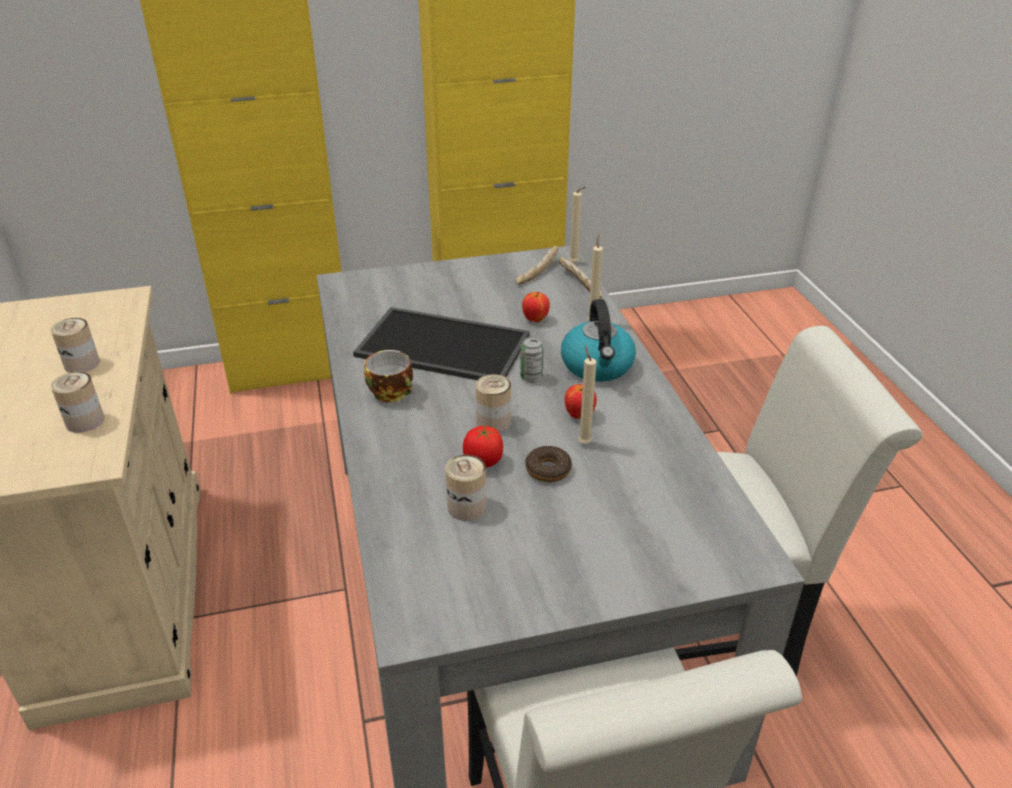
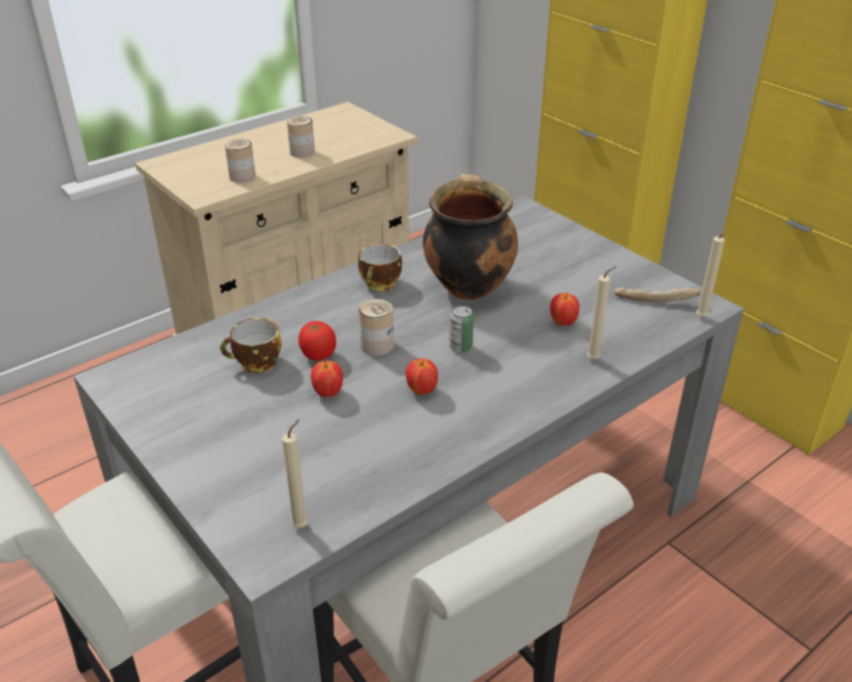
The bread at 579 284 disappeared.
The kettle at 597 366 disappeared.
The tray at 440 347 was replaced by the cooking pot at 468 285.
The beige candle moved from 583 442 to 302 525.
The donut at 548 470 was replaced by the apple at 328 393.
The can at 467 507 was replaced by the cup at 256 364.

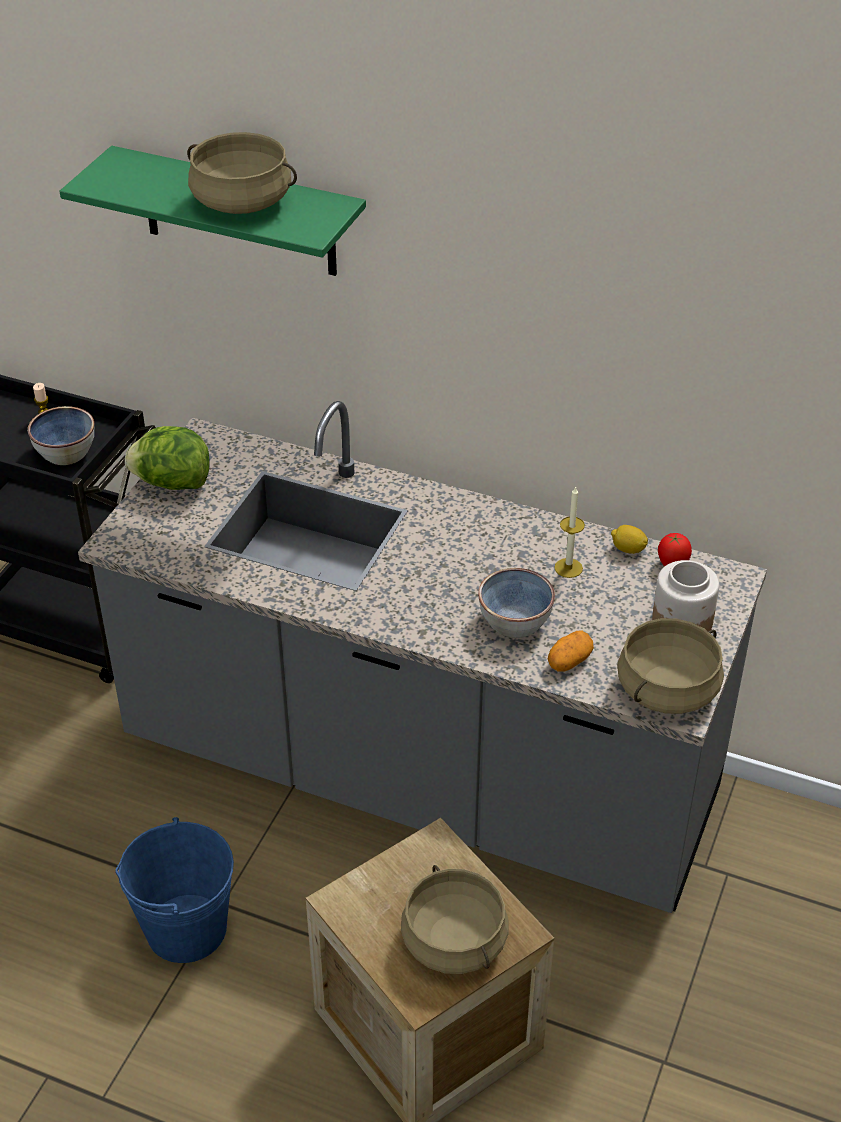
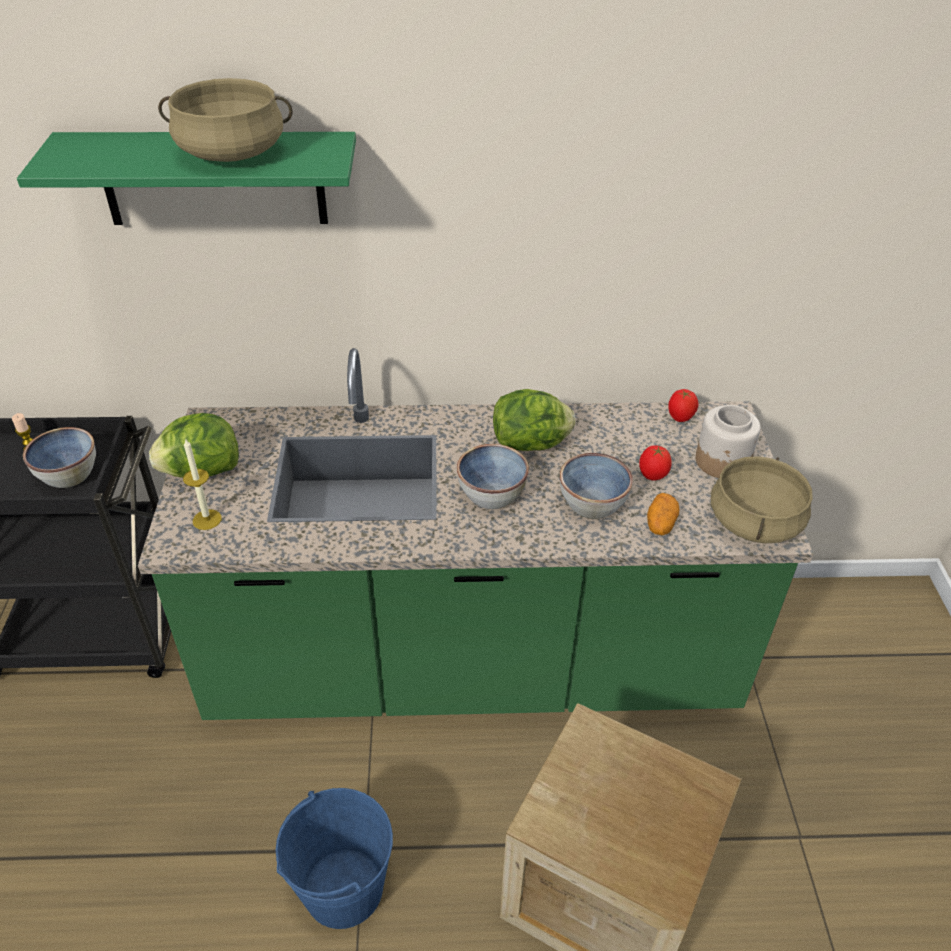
The grey counter at 420 773 became the green counter at 472 662.
The candle moved from 568 568 to 207 519.
The lemon at 628 549 disappeared.
The beige cooking pot at 455 941 disappeared.
The lettuce at 531 444 appeared.
The bowl at 491 494 appeared.
The tomato at 652 476 appeared.

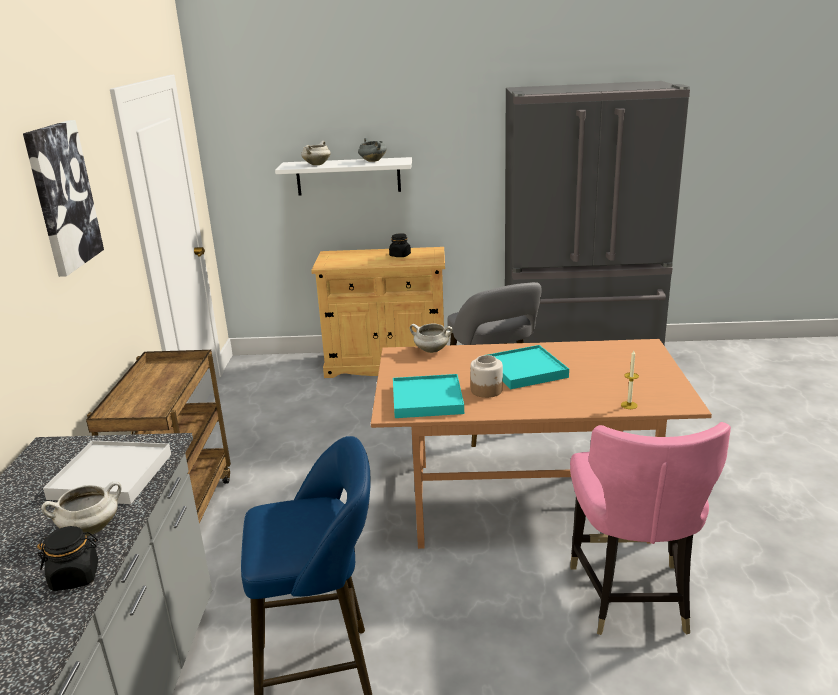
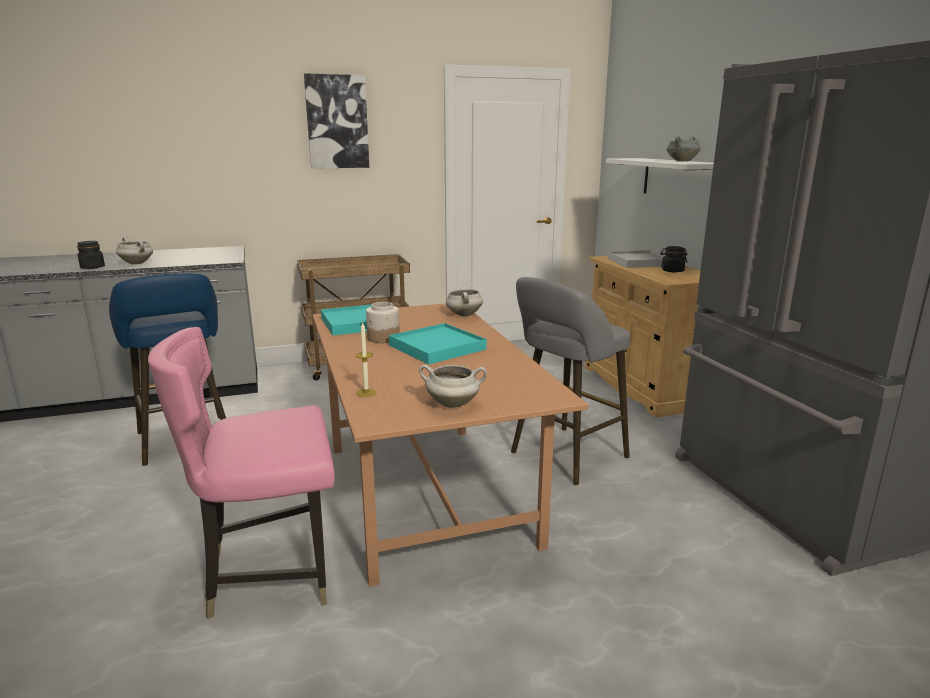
The white cooking pot moved from 317 164 to 453 404.
The white tray moved from 111 476 to 638 262.

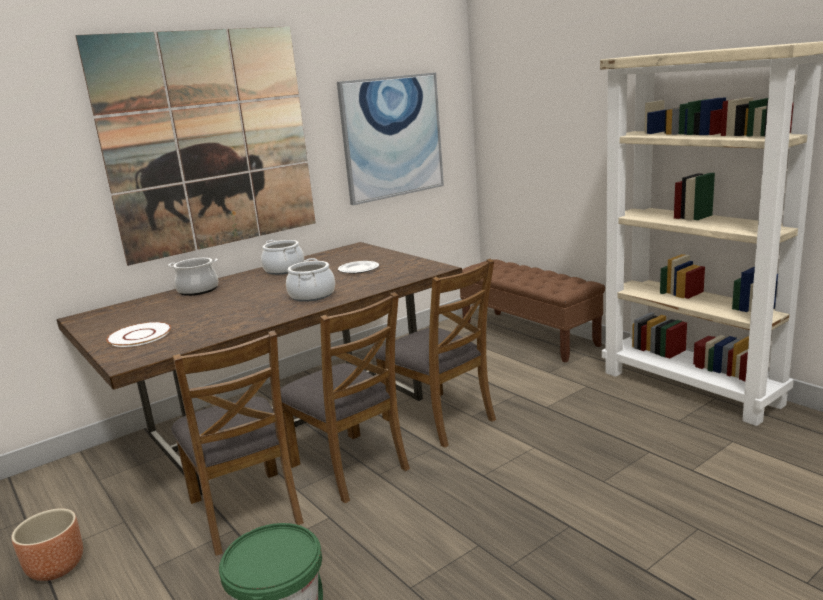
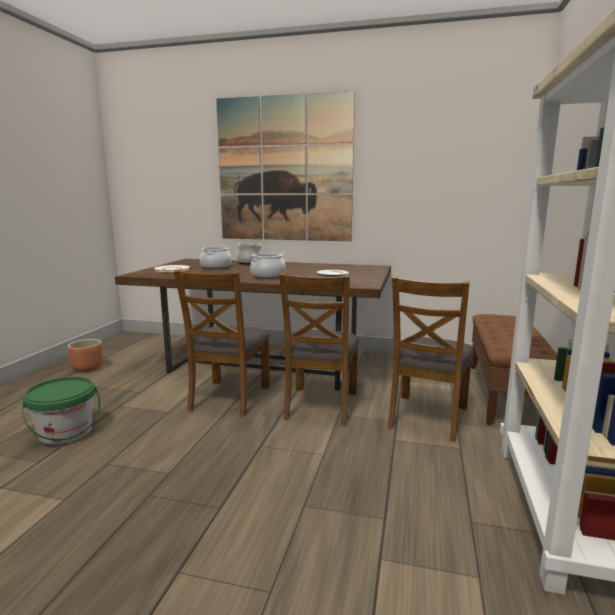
The picture at 392 137 disappeared.
The cooking pot moved from 284 270 to 216 267.
The brown chair moved from 246 510 to 427 417.

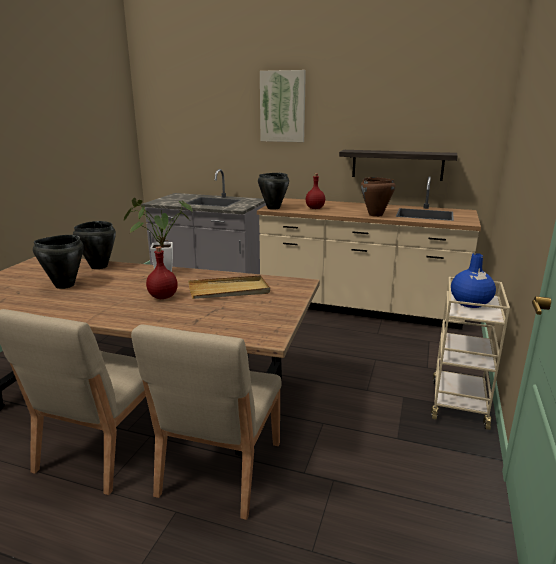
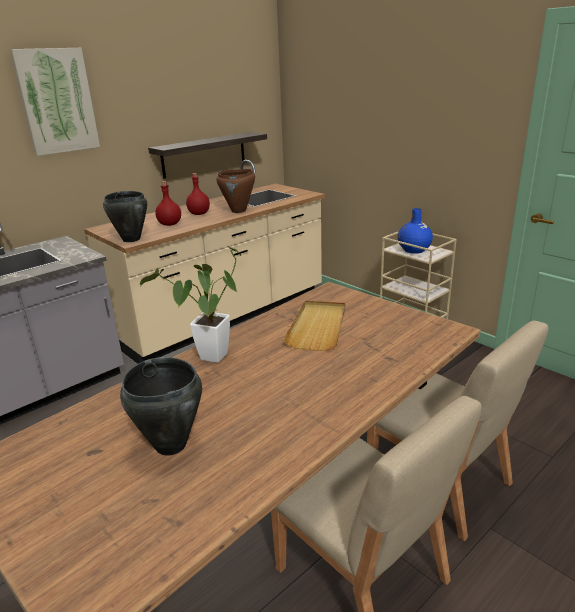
The black cooking pot at 98 266 disappeared.
The red bottle moved from 163 296 to 198 214.

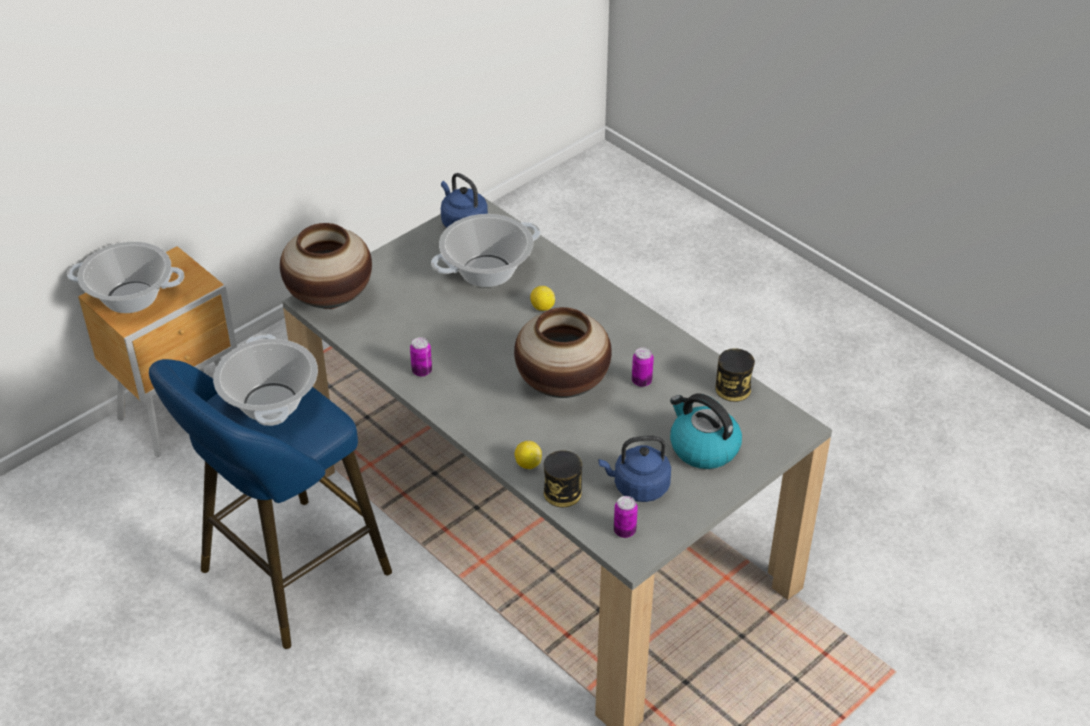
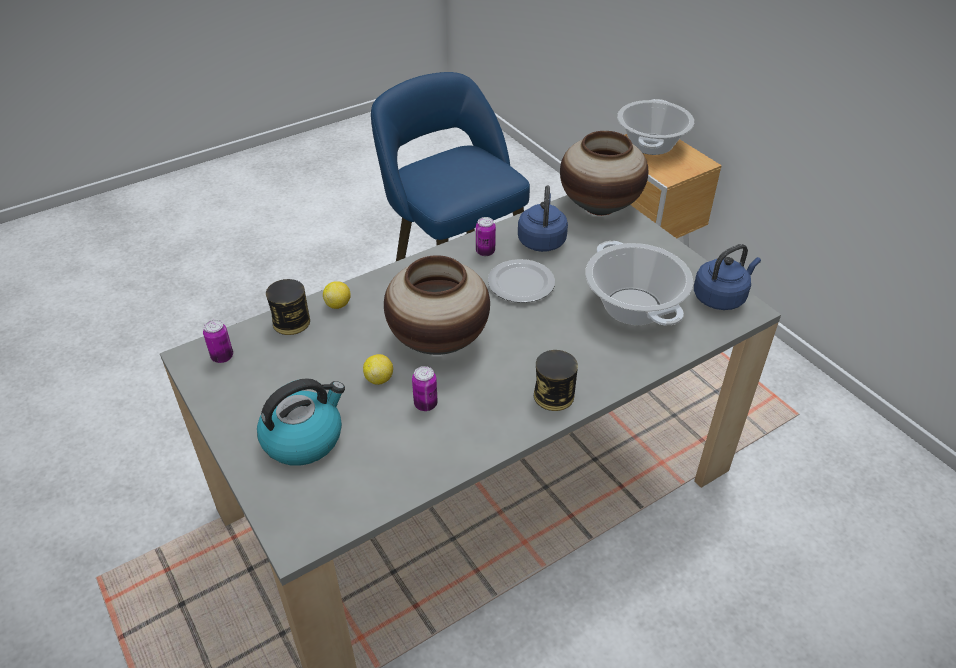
The lemon moved from 542 307 to 379 379.
The cooking pot at 270 402 disappeared.
The can moved from 733 389 to 554 395.
The blue kettle moved from 638 487 to 542 240.
The plate at 520 284 appeared.

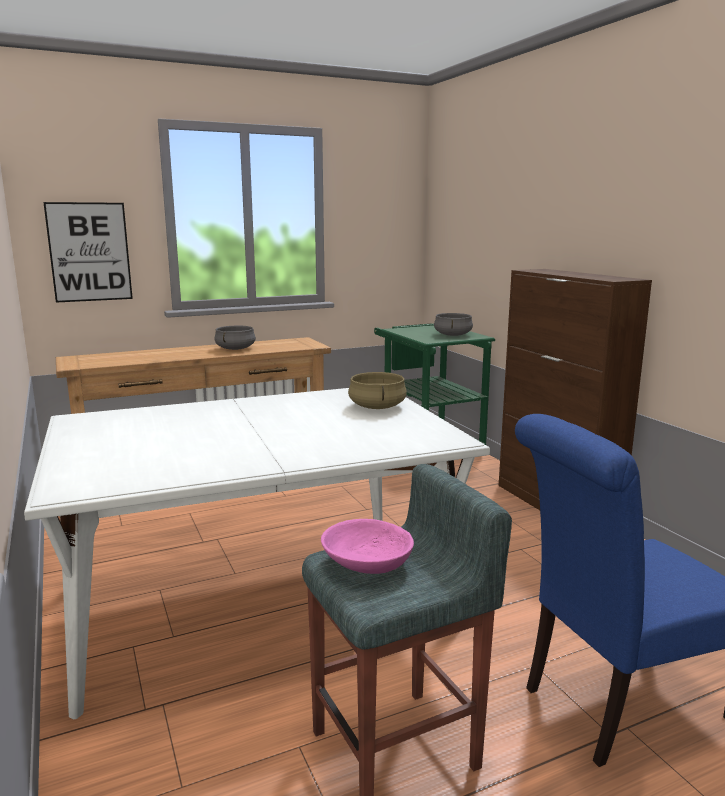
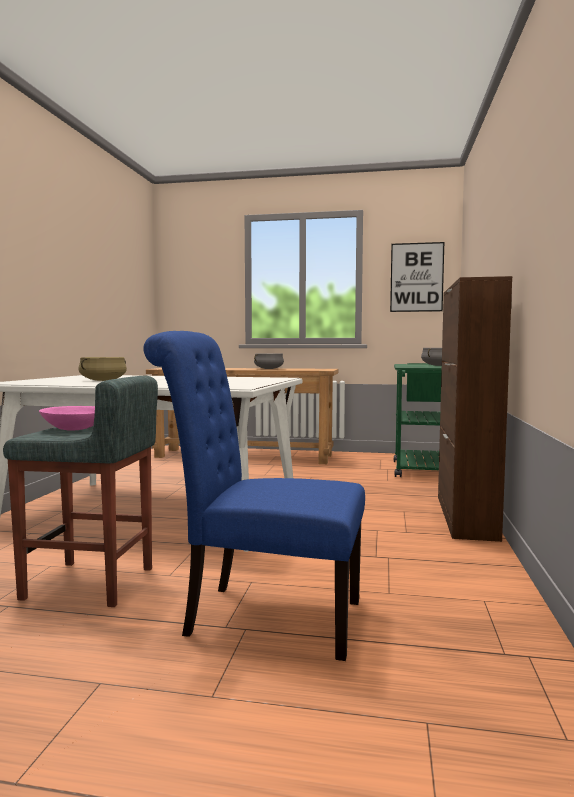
The picture moved from 89 252 to 416 277.
The beige cooking pot moved from 377 407 to 103 380.

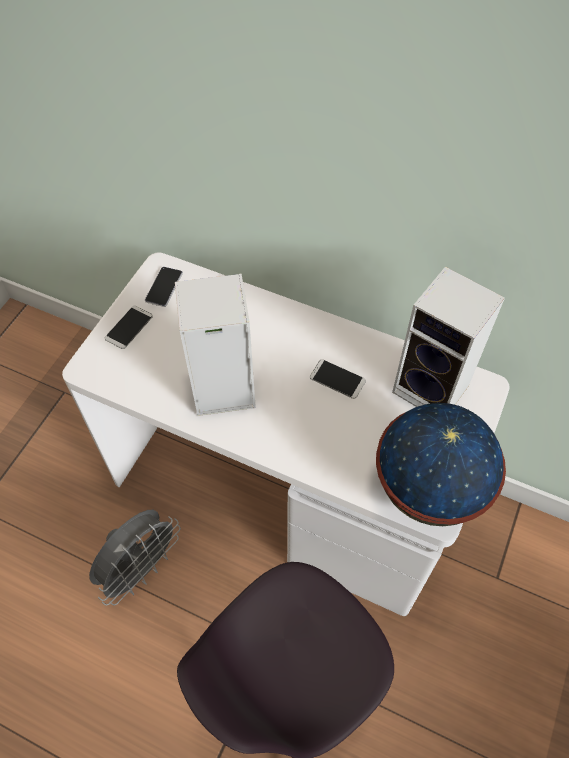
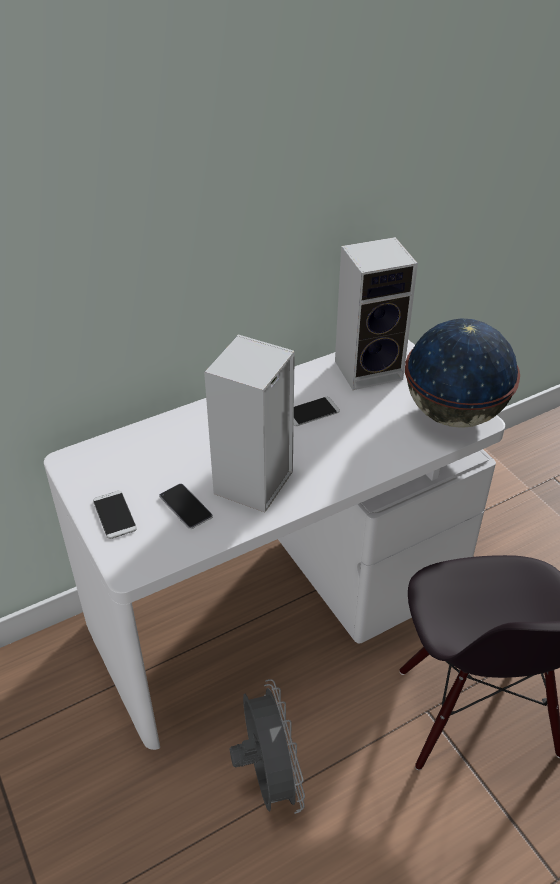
The phone moved from 164 287 to 185 507.

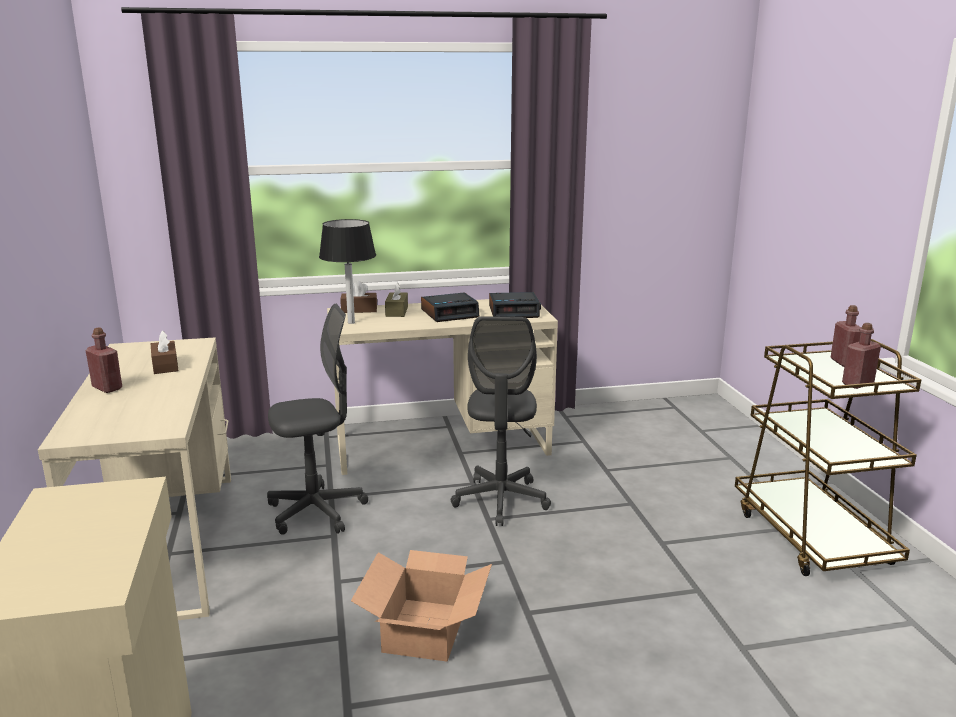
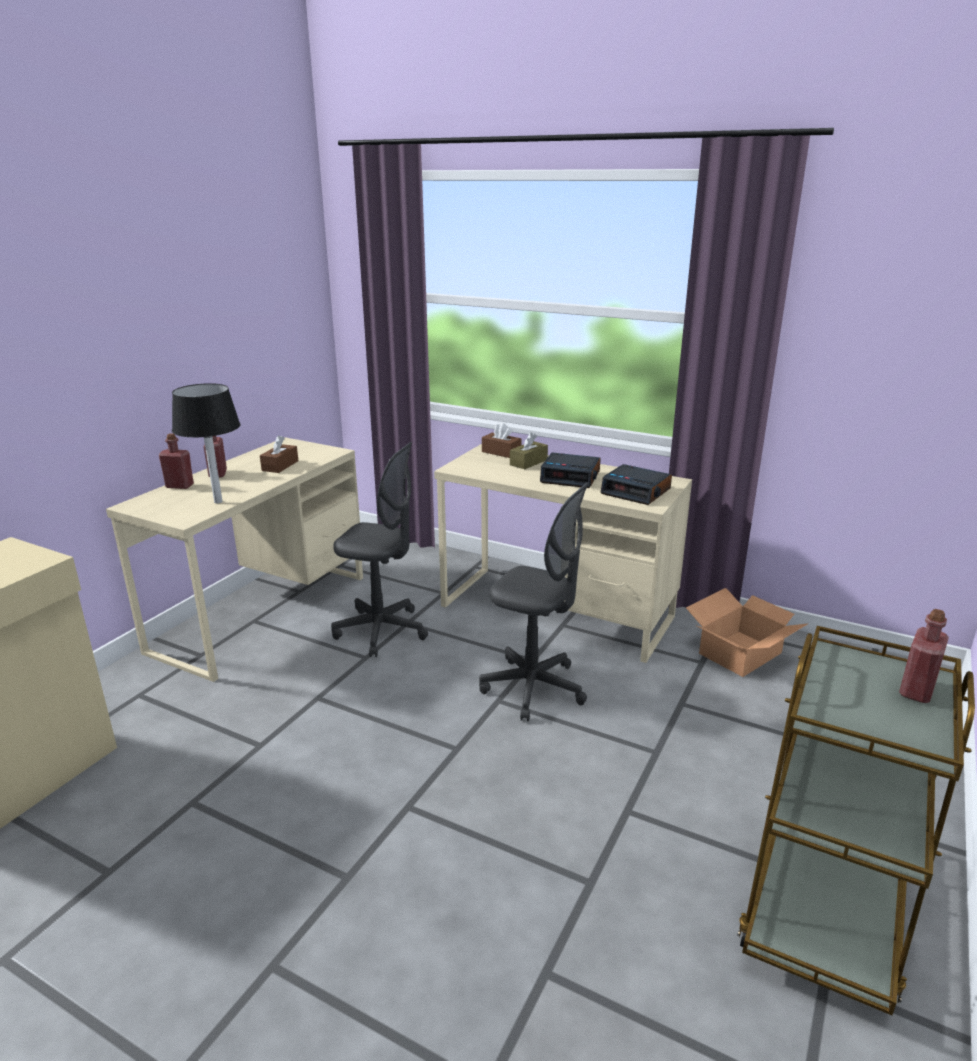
The black table lamp moved from 351 322 to 218 501.
The grey office chair at 501 500 turned 105 degrees counterclockwise.
The red bottle moved from 857 384 to 179 486.
The cardboard box moved from 426 629 to 741 653.

